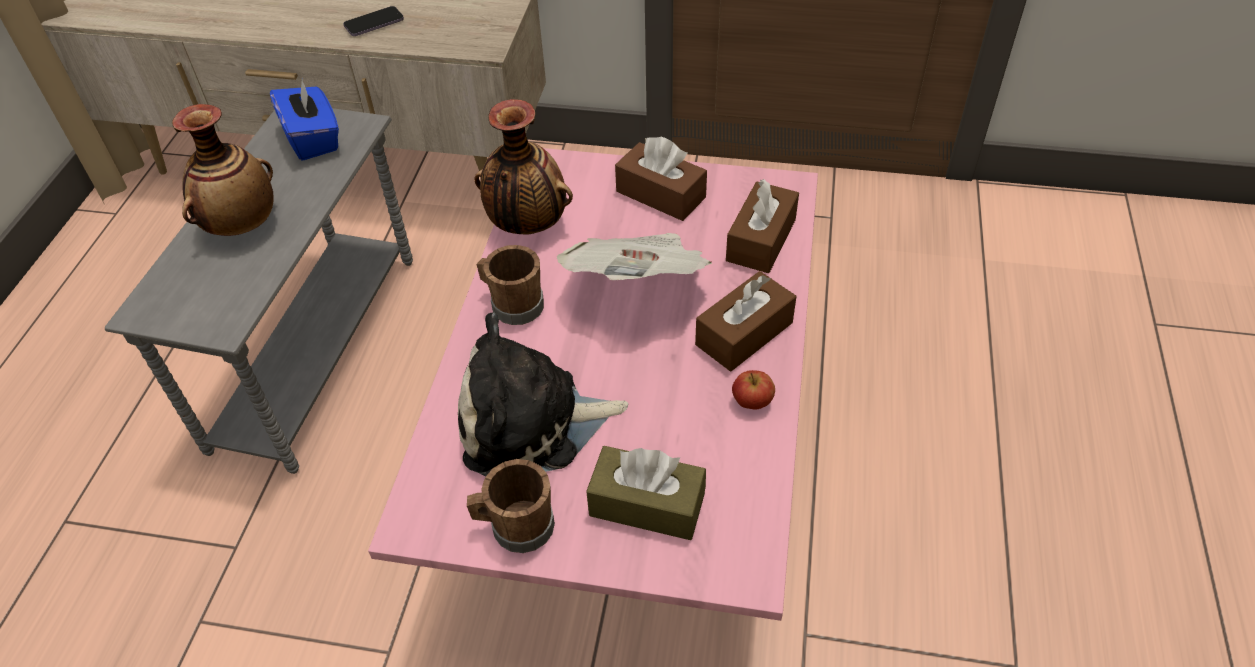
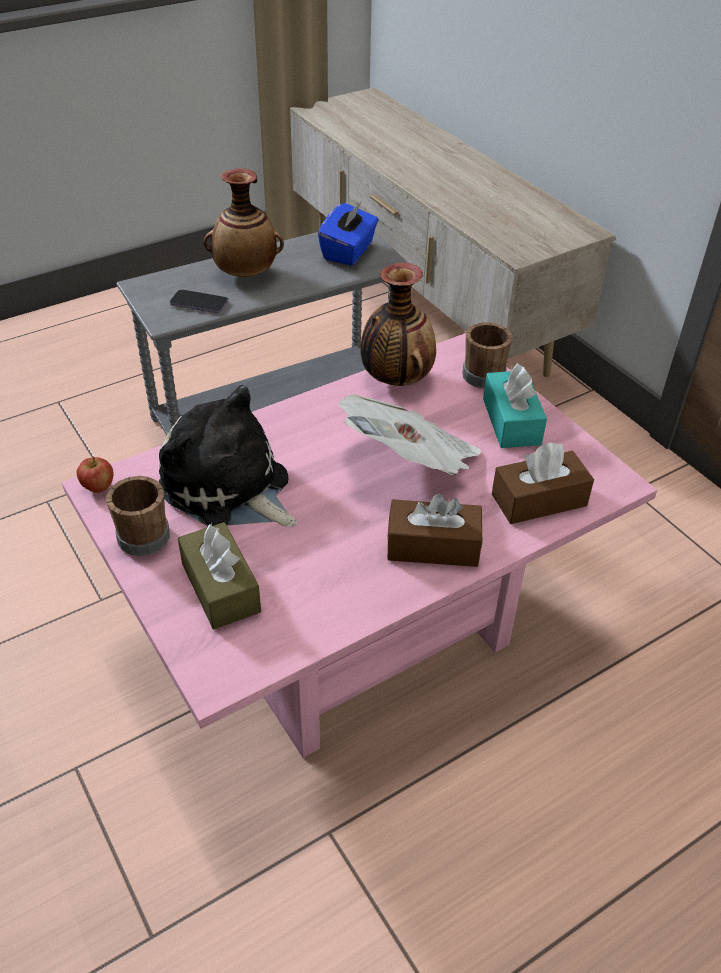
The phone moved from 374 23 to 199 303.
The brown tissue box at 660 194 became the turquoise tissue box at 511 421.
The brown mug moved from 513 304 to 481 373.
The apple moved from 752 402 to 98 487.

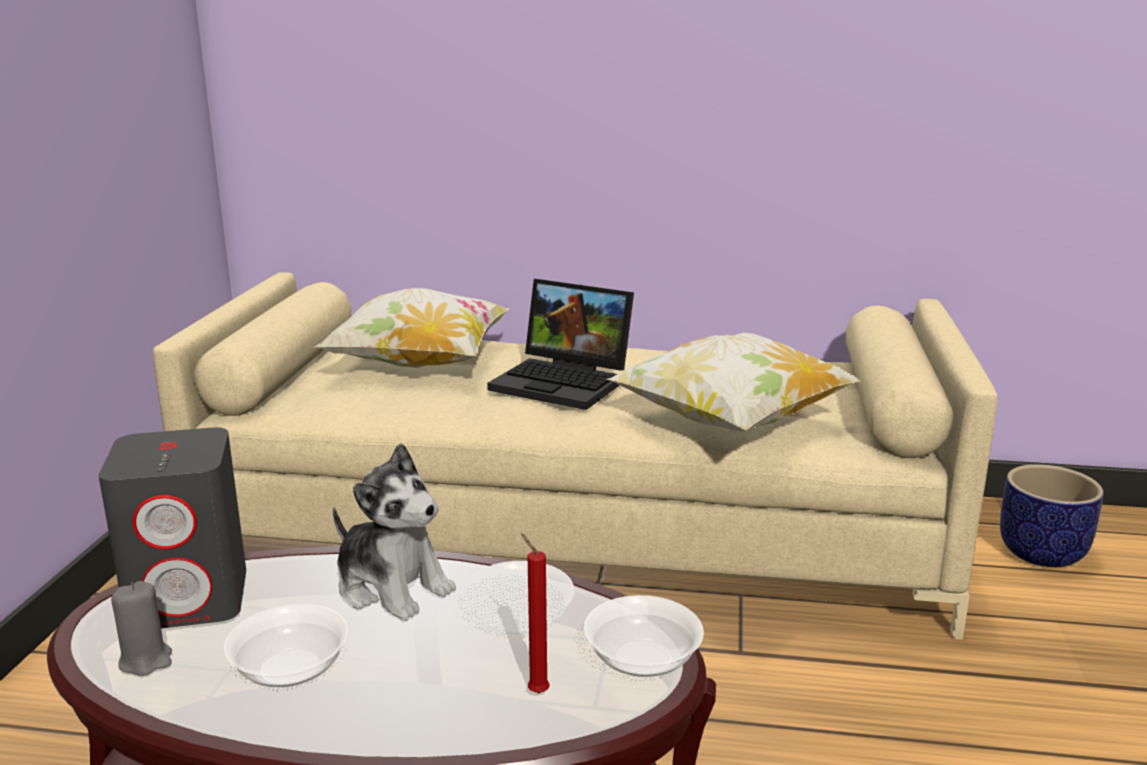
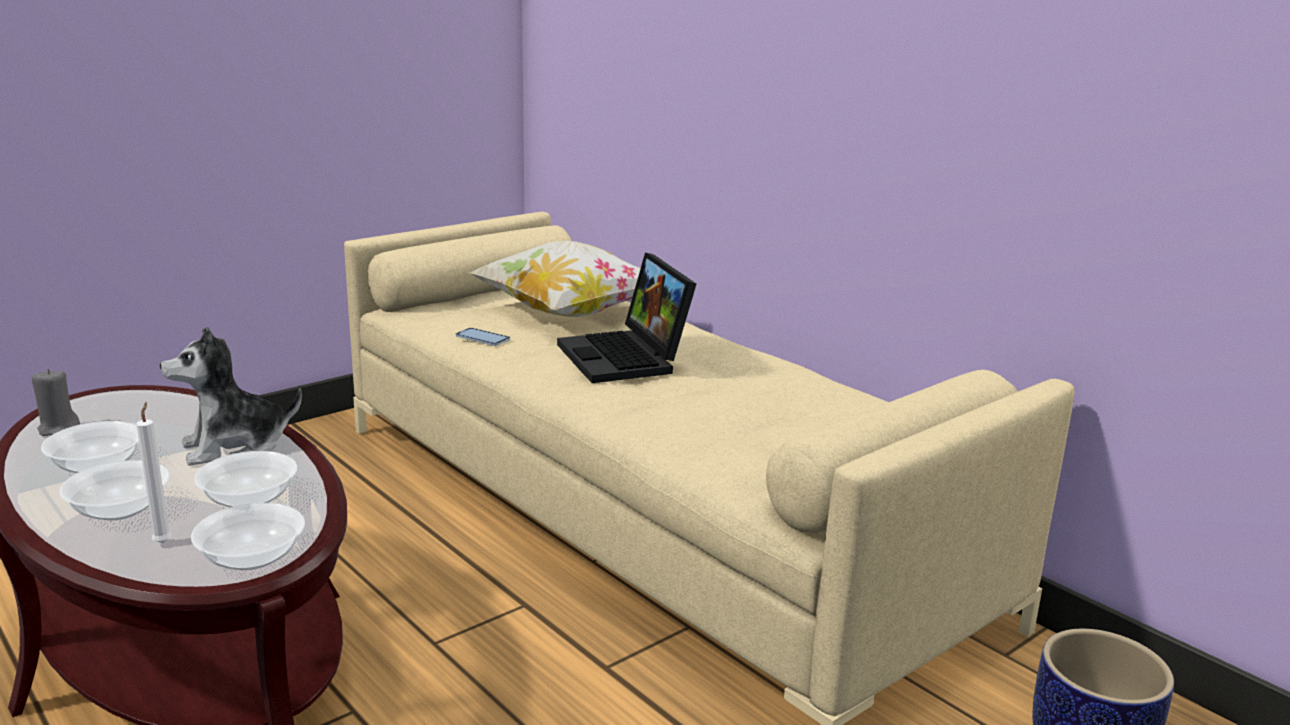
The pillow at 730 422 disappeared.
The grey speaker at 190 599 disappeared.
The plush toy at 392 587 turned 75 degrees clockwise.
The red candle at 536 691 became the white candle at 163 541.
The phone at 482 338 appeared.
The bowl at 120 509 appeared.

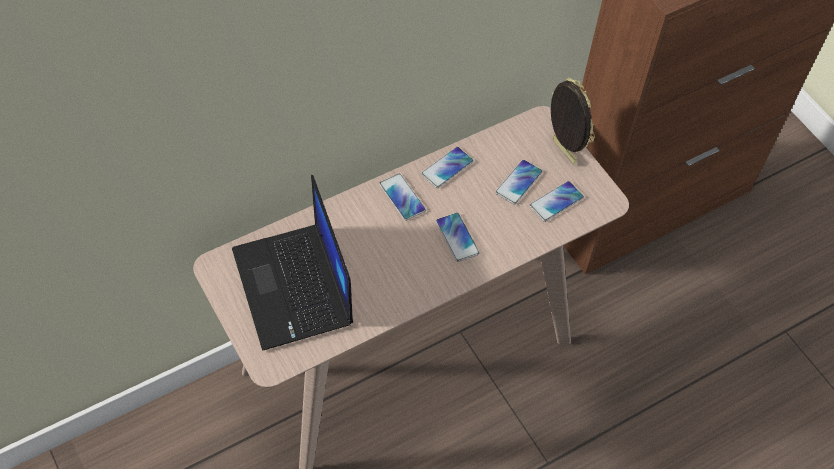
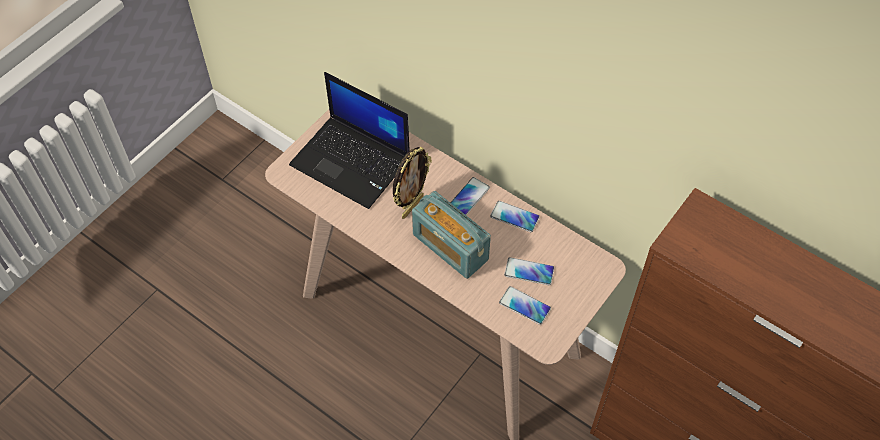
The picture frame moved from 562 152 to 411 206.
The laptop at 294 288 turned 105 degrees counterclockwise.
The phone at 457 237 was replaced by the radio at 450 247.

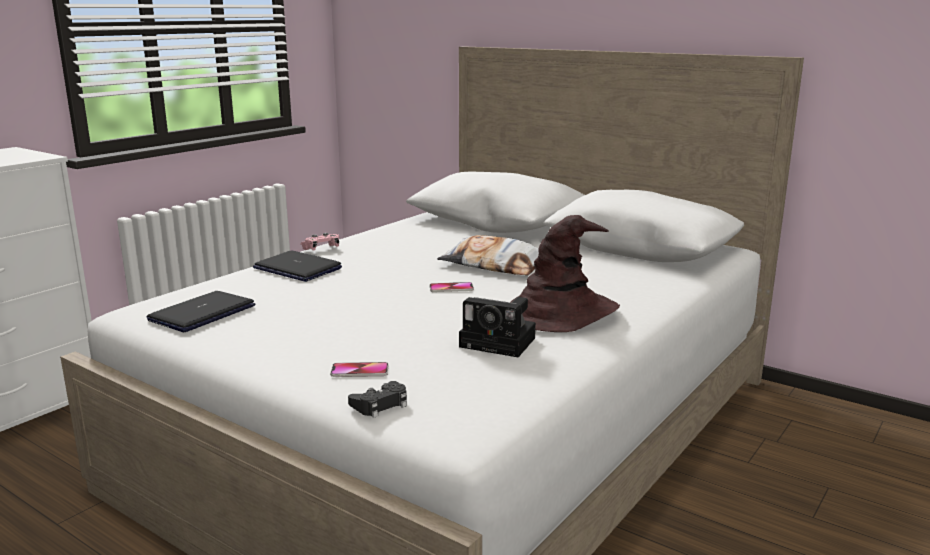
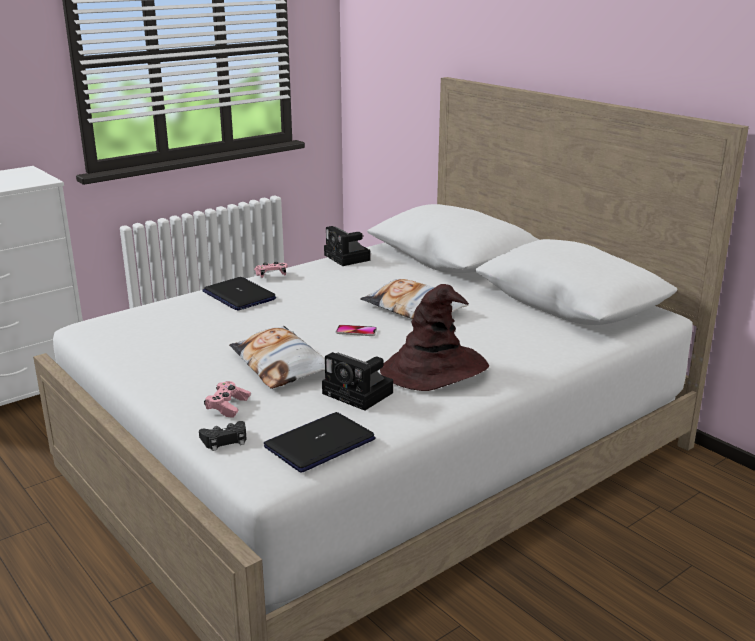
The laptop moved from 202 313 to 319 443.
The phone at 359 371 was replaced by the pink game controller at 228 406.
The photo camera at 348 258 appeared.
The pillow at 280 365 appeared.

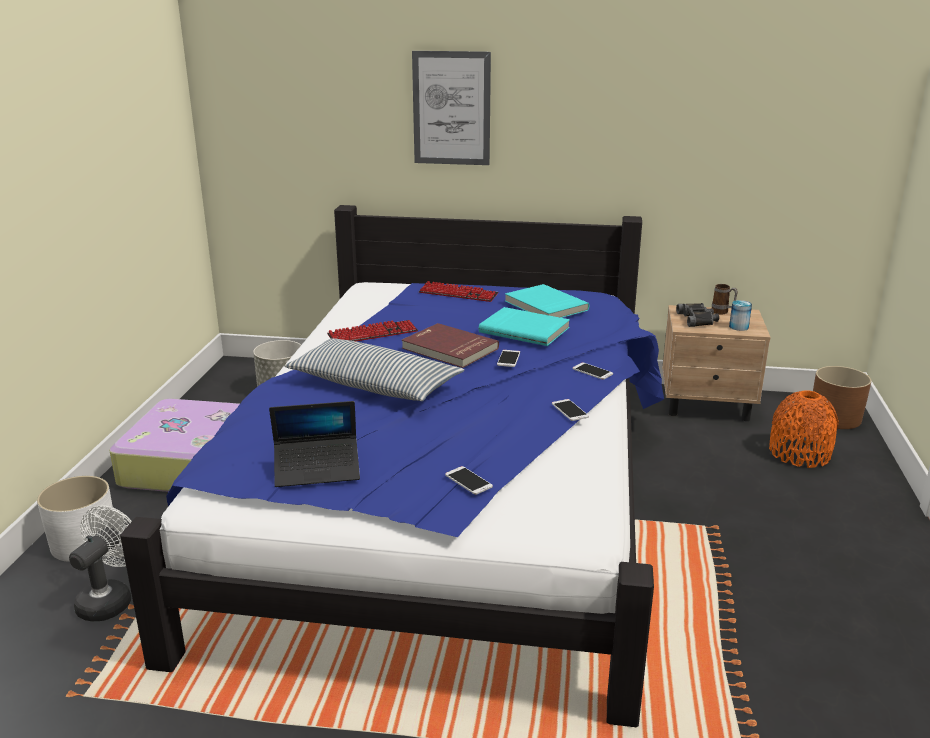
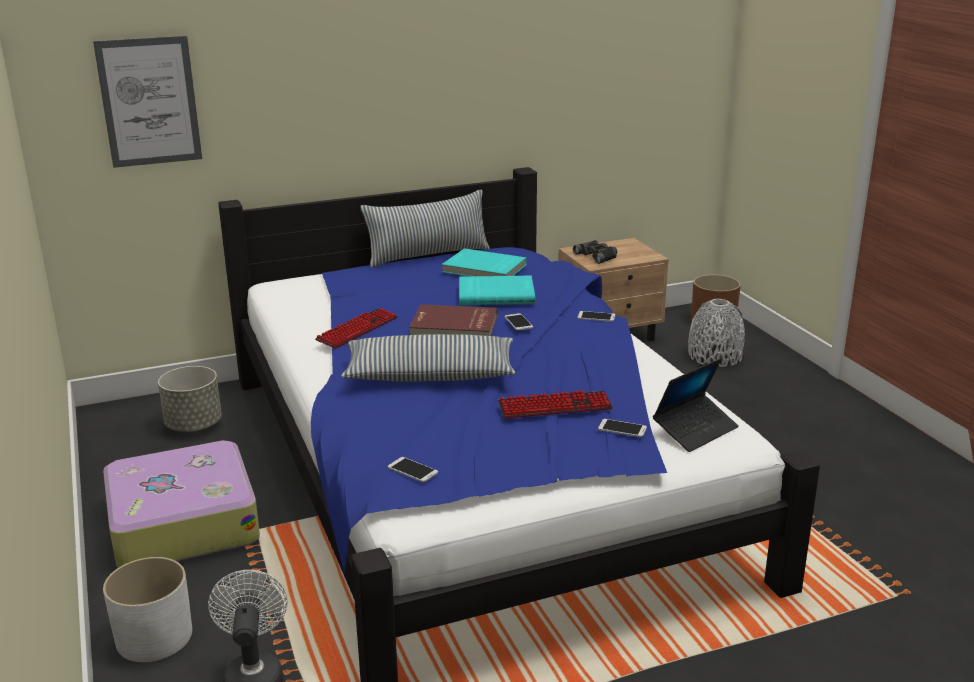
The picture moved from 451 108 to 149 102.
The keyboard moved from 458 294 to 555 407.
The mug at 722 312 disappeared.
The can at 738 327 disappeared.
The orange vase at 799 453 became the grey vase at 714 356.
The phone moved from 570 410 to 412 470.
The laptop moved from 317 470 to 695 430.
The pillow at 428 255 appeared.

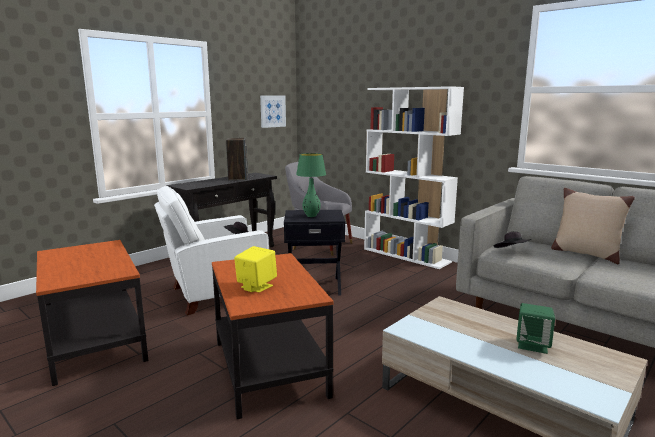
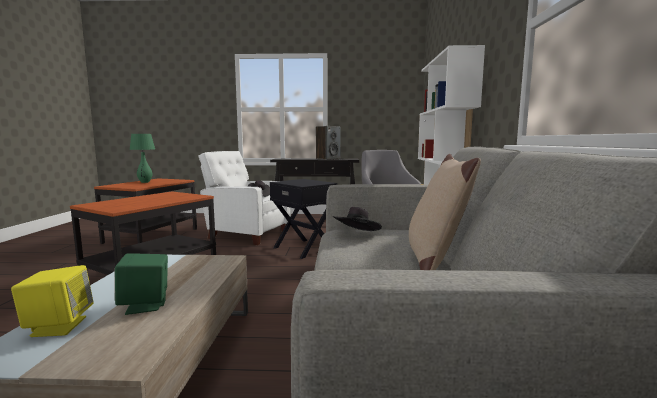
The picture at 272 111 disappeared.
The green table lamp moved from 311 216 to 145 182.
The yellow speaker moved from 256 286 to 58 326.

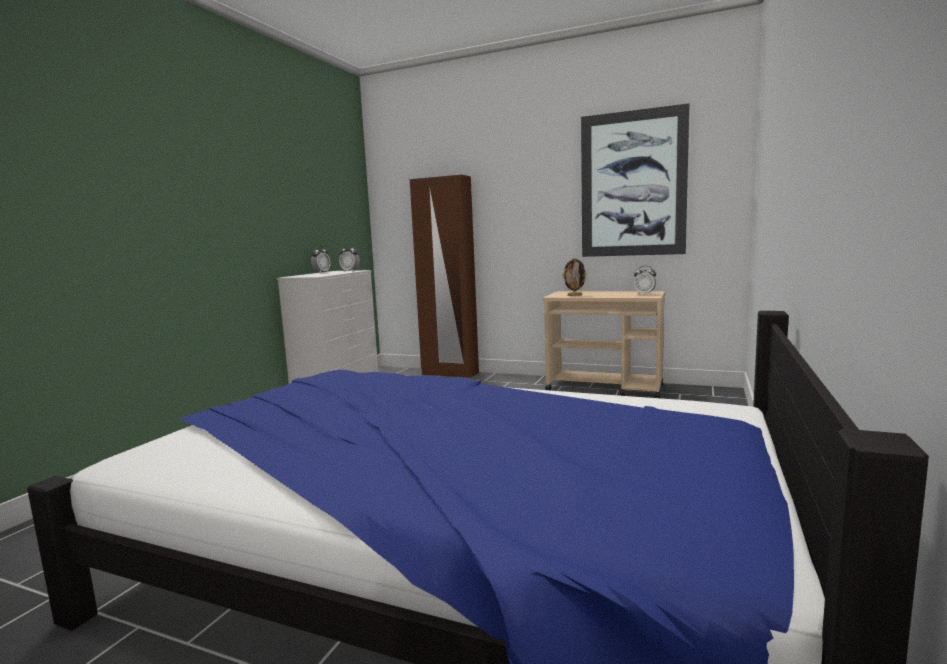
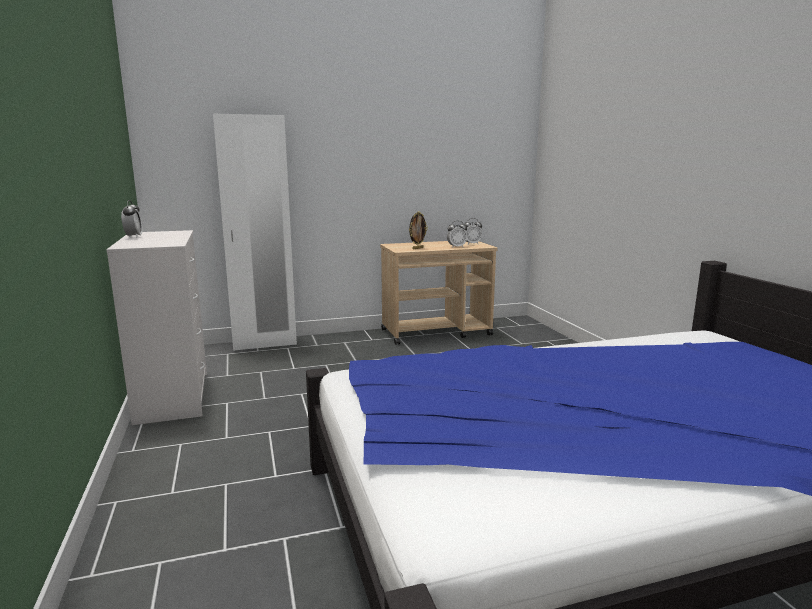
The picture at 632 184 disappeared.
The brown wardrobe at 450 373 became the white wardrobe at 264 344.
The alarm clock moved from 350 271 to 456 247.

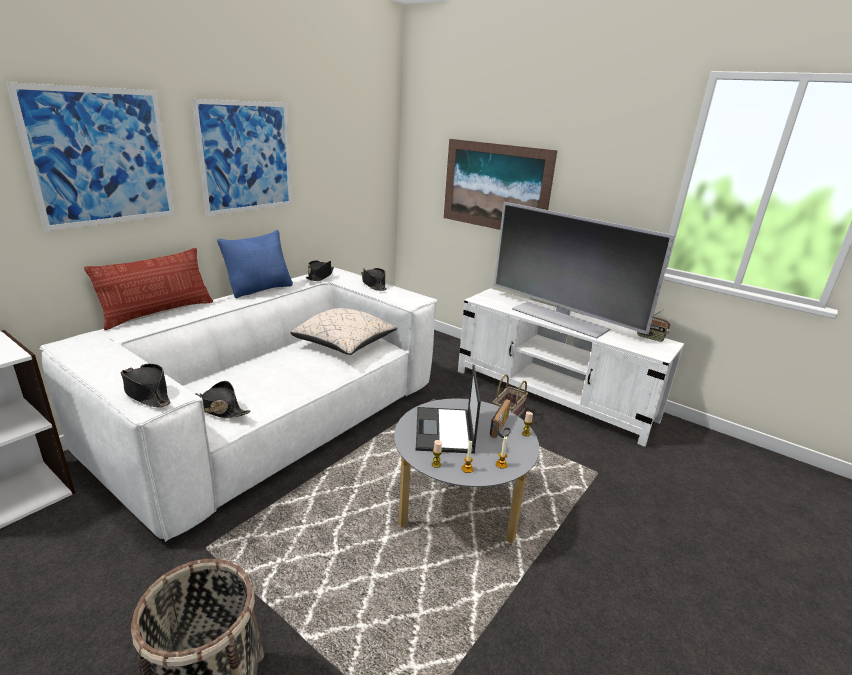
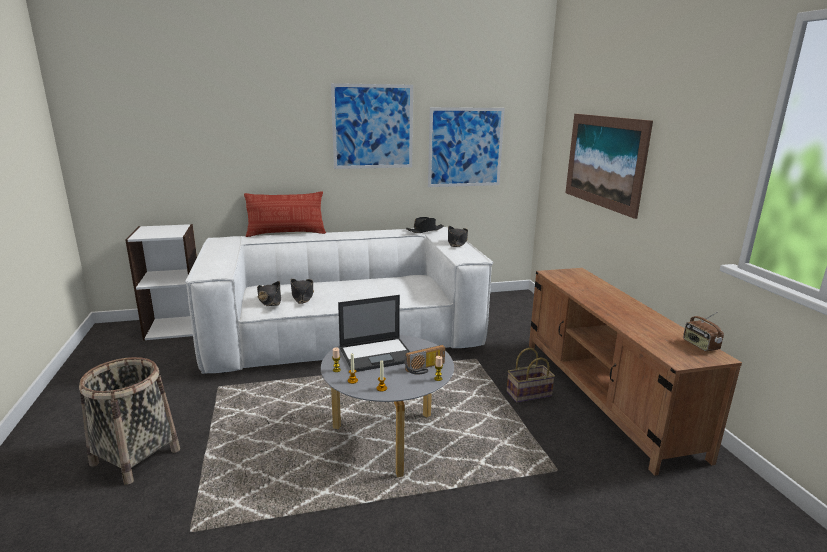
The picture moved from 101 157 to 465 147.
The television at 560 318 disappeared.
The blue pillow at 260 289 disappeared.
The white tv stand at 553 395 became the brown tv stand at 605 395.
The beige pillow at 345 344 disappeared.
The black hat moved from 146 392 to 302 295.
The laptop at 444 431 turned 150 degrees counterclockwise.

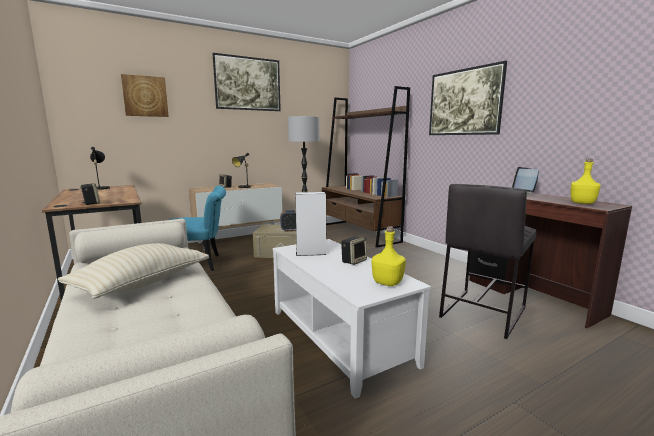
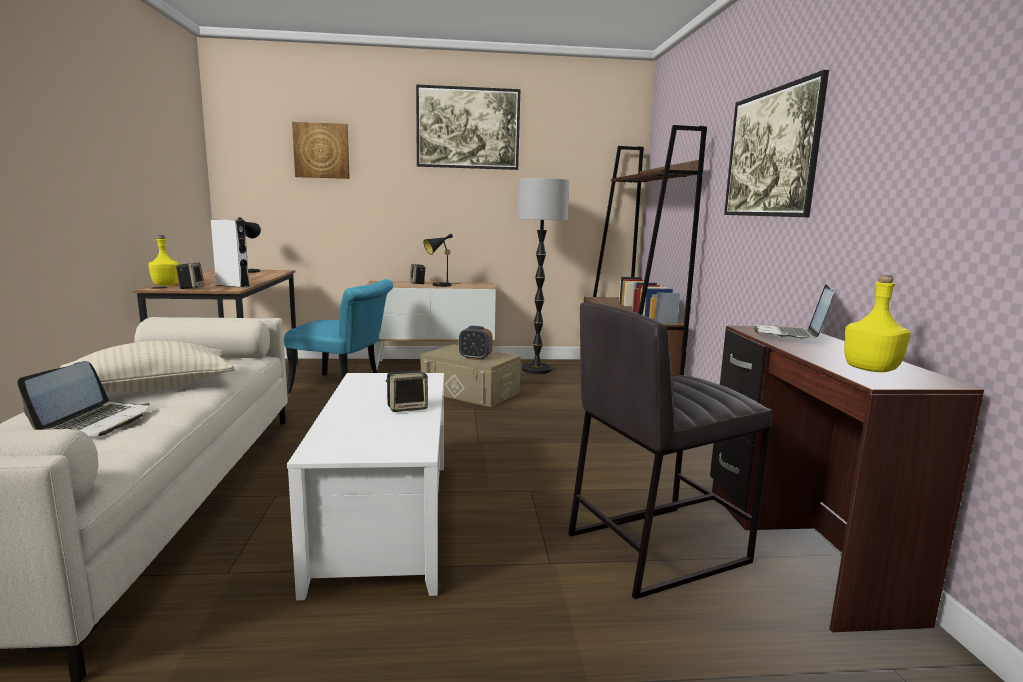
The white speaker moved from 311 253 to 232 285.
The yellow bottle moved from 388 282 to 166 285.
The laptop at 95 422 appeared.

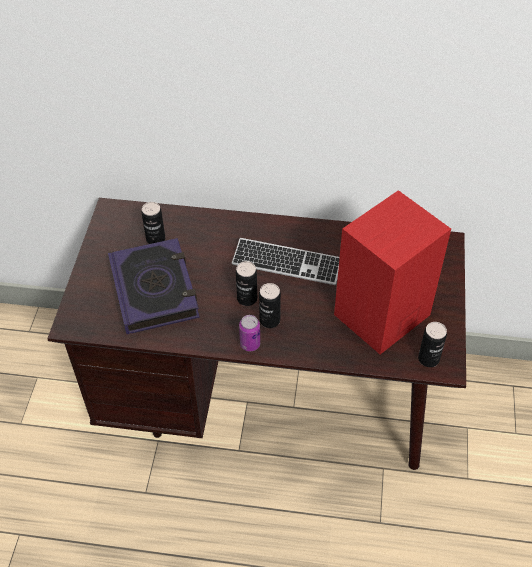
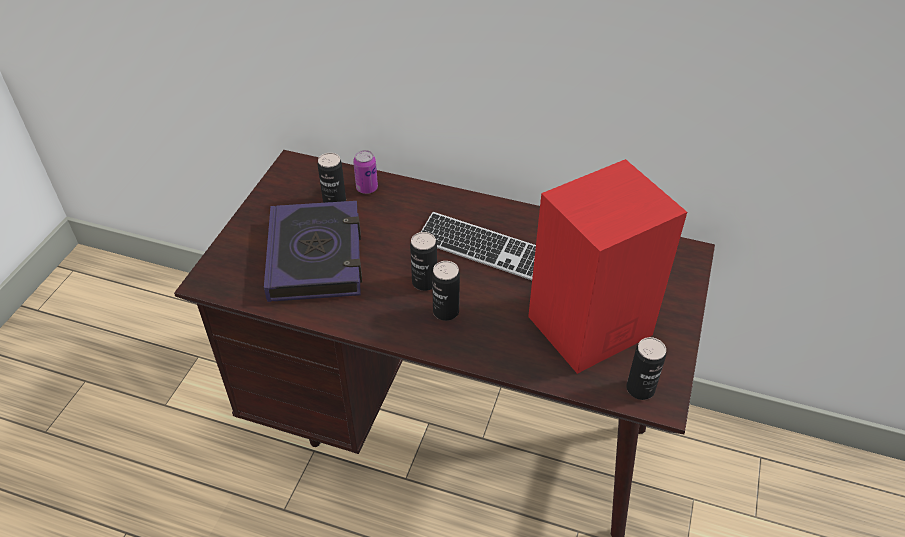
The can moved from 250 344 to 367 188.

